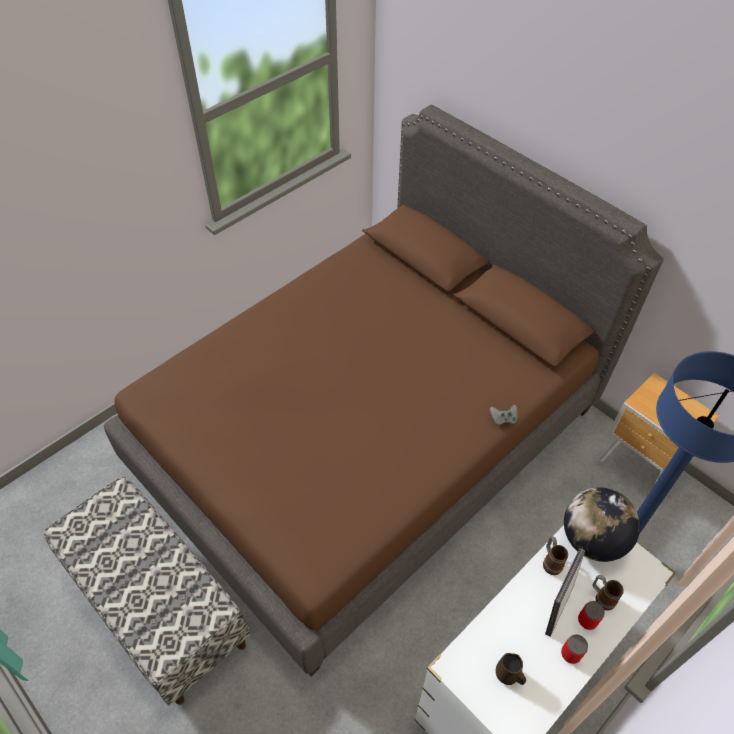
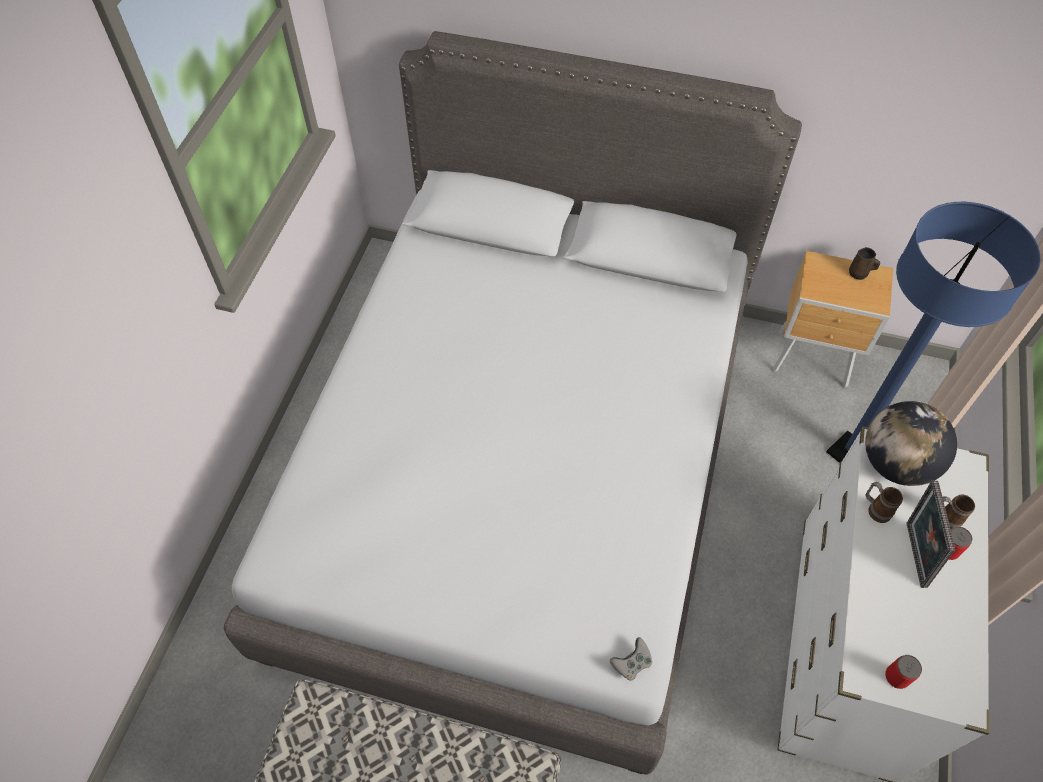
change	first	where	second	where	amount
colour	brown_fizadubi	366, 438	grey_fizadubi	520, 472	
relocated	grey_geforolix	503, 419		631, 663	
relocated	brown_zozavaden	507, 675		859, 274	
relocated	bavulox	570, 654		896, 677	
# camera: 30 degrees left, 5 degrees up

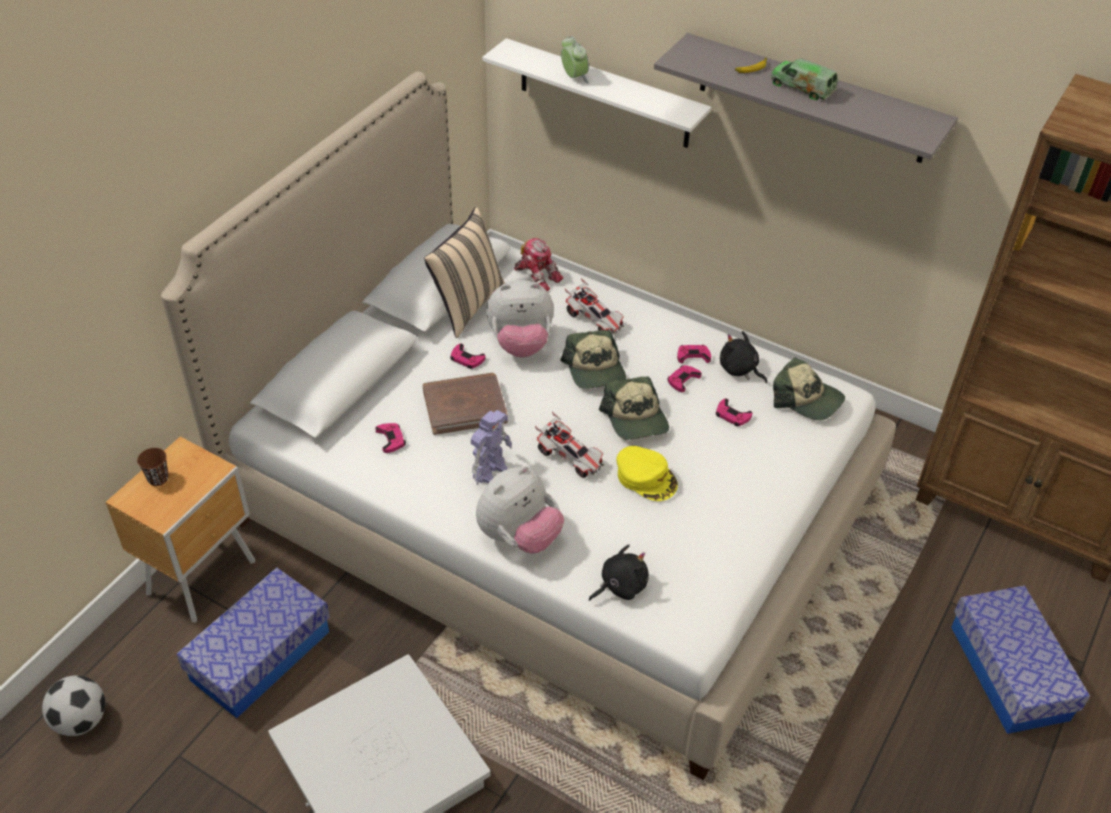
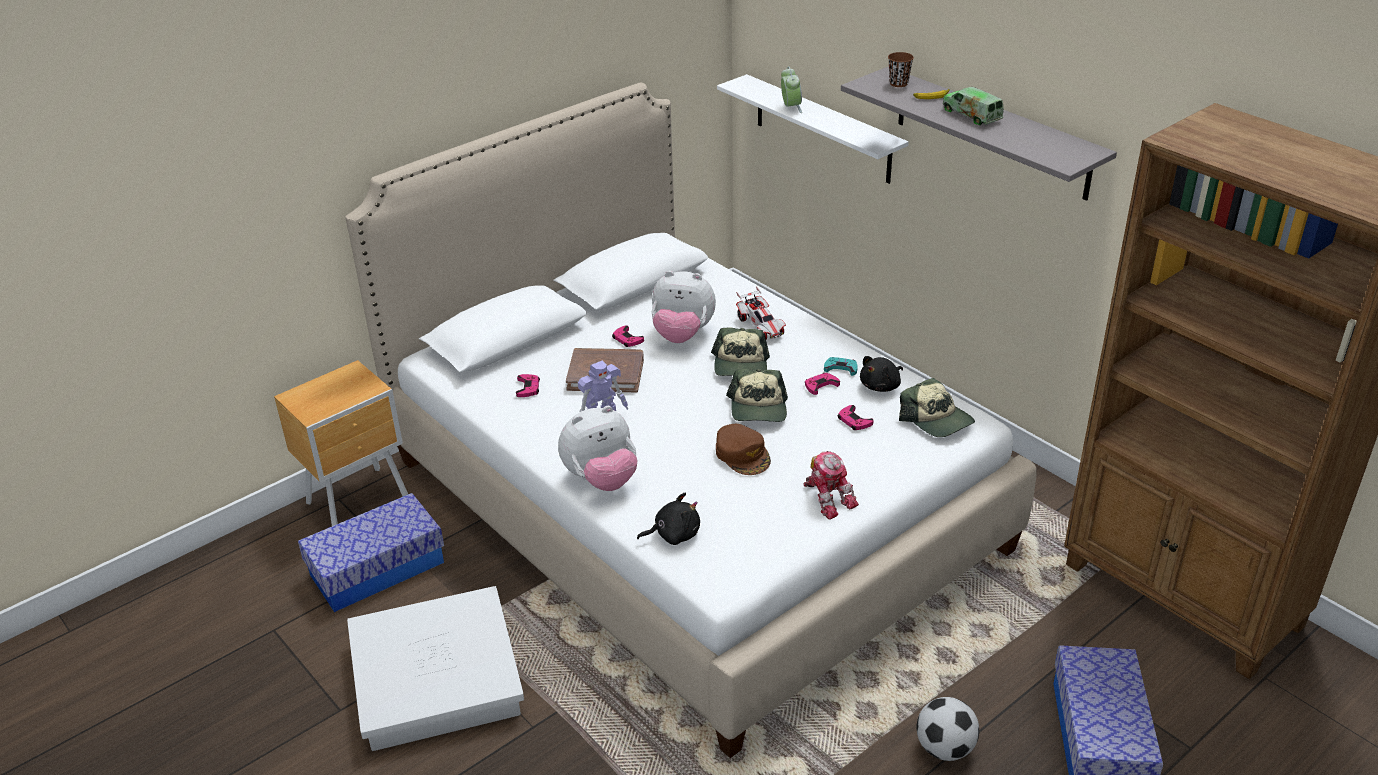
change	first	where	second	where	amount
relocated	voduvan	81, 720		945, 748	
relocated	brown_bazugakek	158, 478		898, 83	
missing	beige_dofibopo	466, 305			
relocated	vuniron	537, 276		828, 497	
missing	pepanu	570, 457			
colour	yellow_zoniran	646, 477	brown_zoniran	743, 454	
colour	pink_geforolix	693, 356	turquoise_geforolix	841, 368	
spun	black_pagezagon	739, 369		881, 386	105 degrees counterclockwise
# camera: 20 degrees right, 10 degrees down

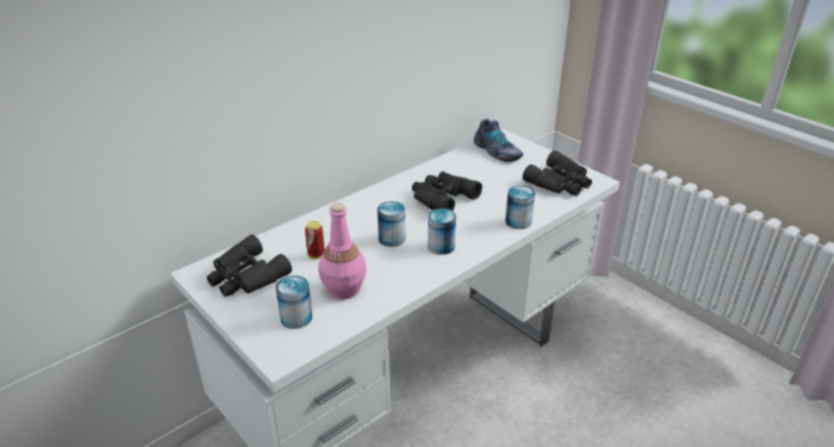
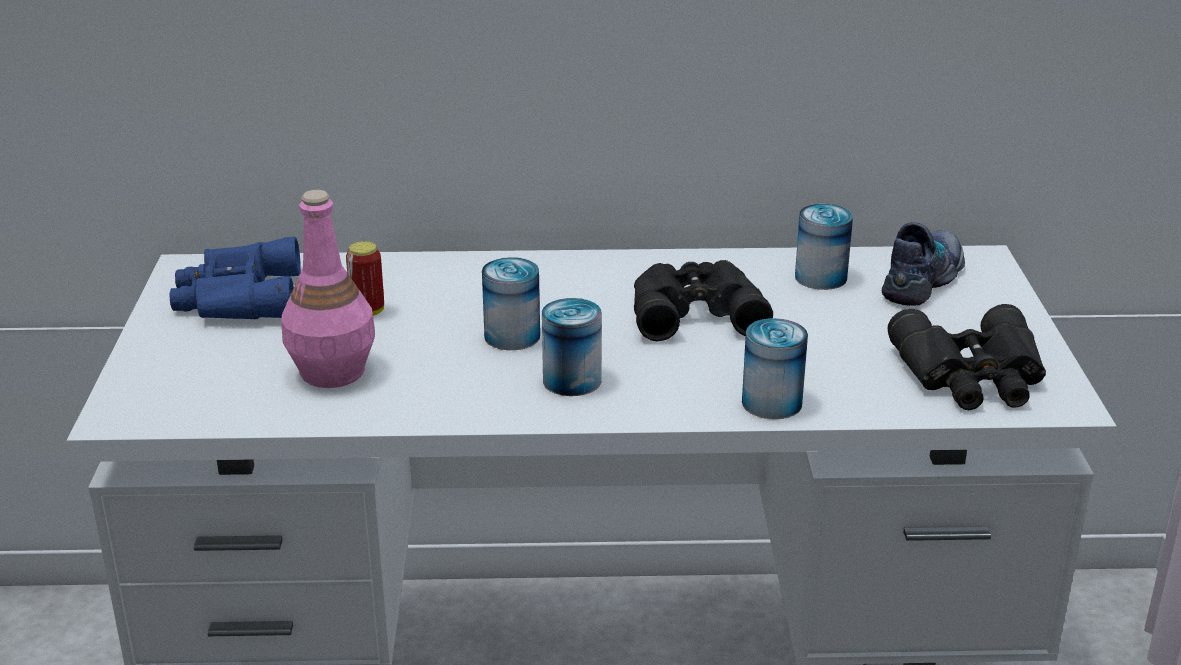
change	first	where	second	where	amount
colour	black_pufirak	245, 276	blue_pufirak	236, 298	
relocated	bavulox	296, 318		820, 277	
spun	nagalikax	496, 152		924, 279	150 degrees counterclockwise
# camera: 40 degrees right, 5 degrees down

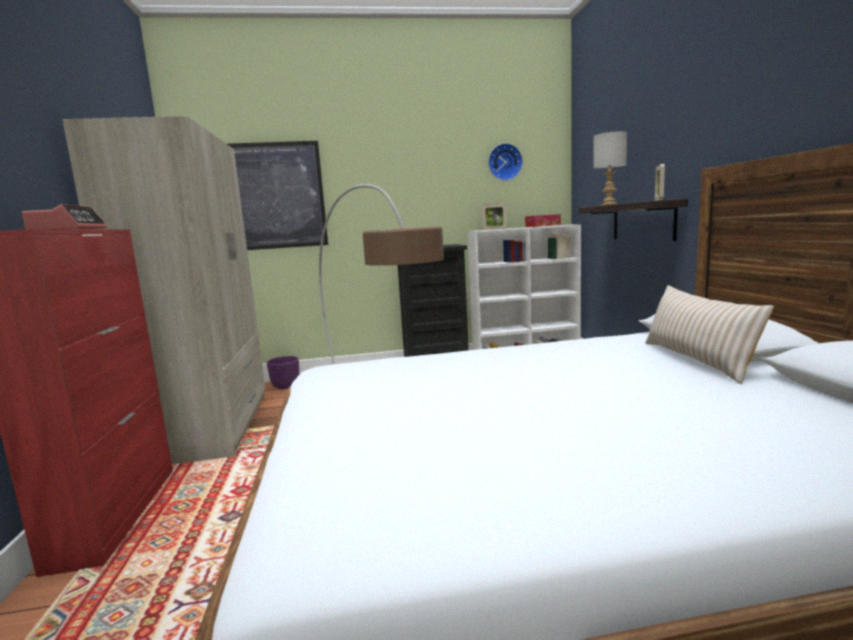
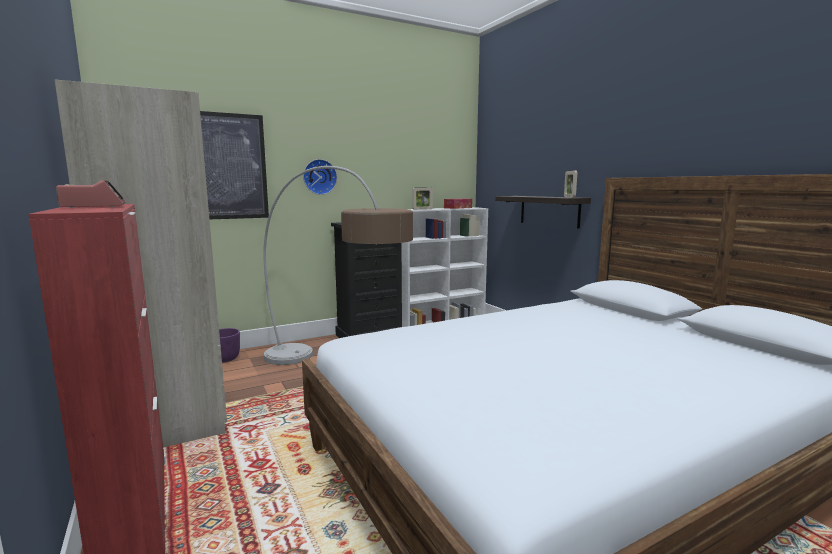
change	first	where	second	where	amount
relocated	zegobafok	504, 162		319, 177	
missing	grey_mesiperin	609, 204			
missing	beige_dofibopo	696, 360			
# camera: 20 degrees left, 0 degrees up

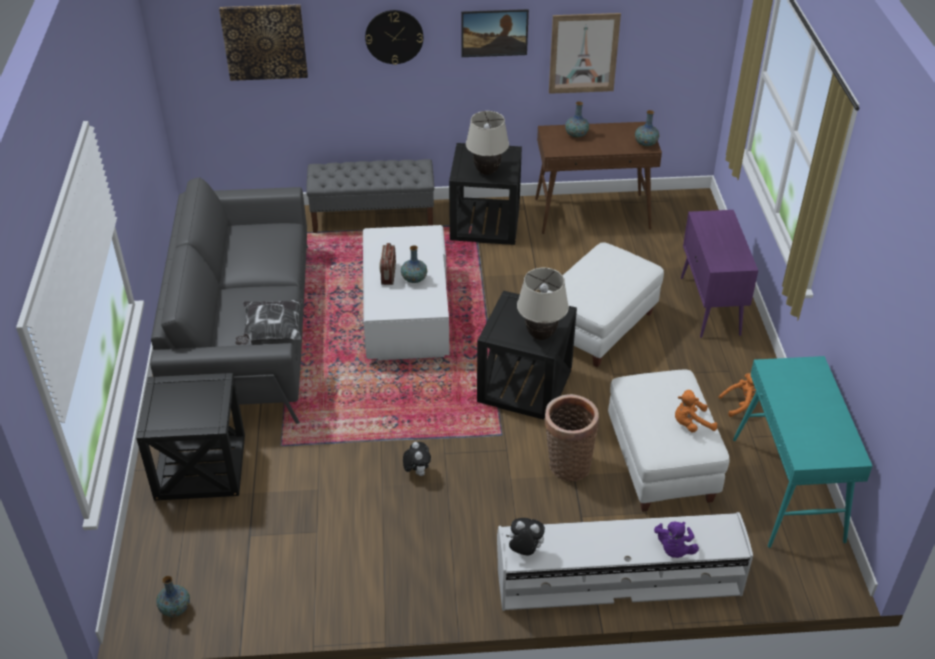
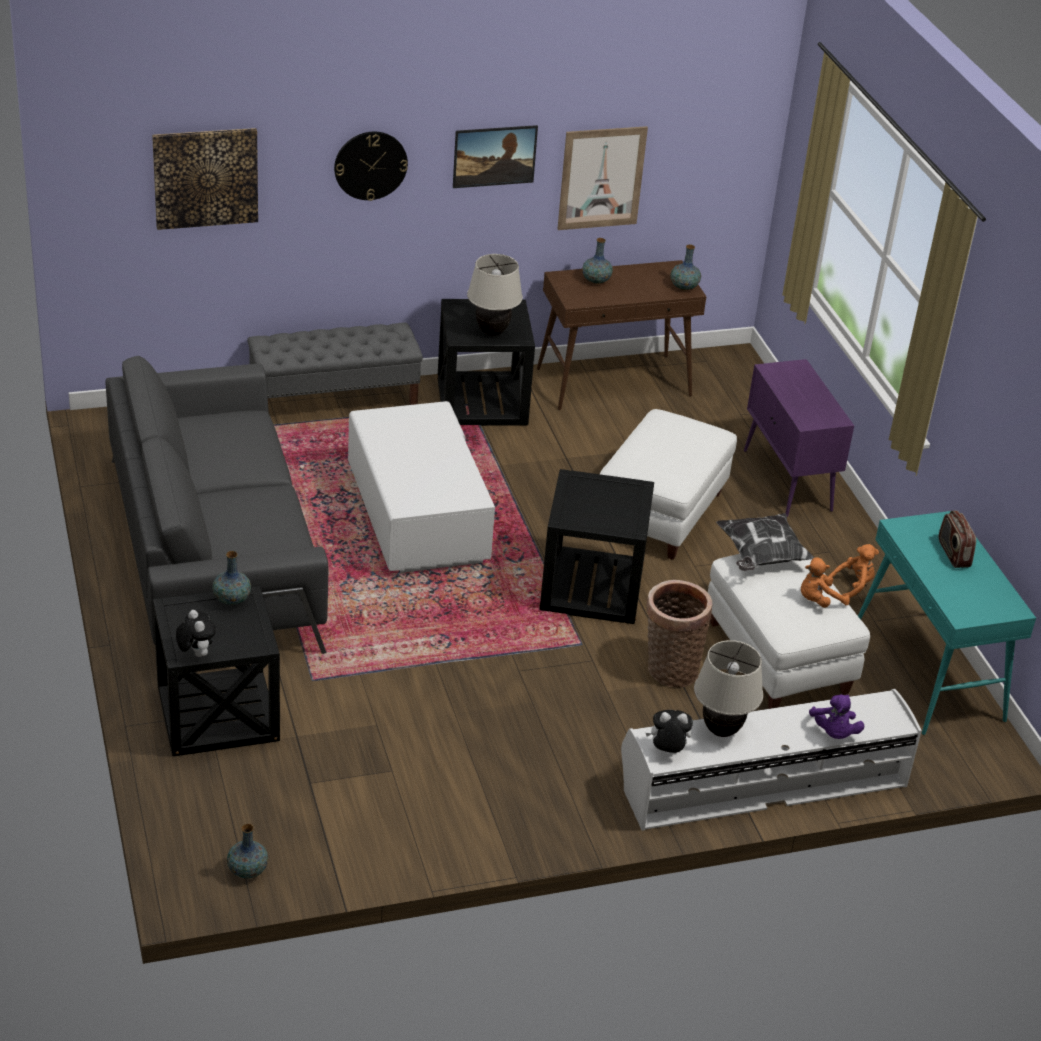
change	first	where	second	where	amount
relocated	dofibopo	271, 333		761, 556	
relocated	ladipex	388, 274		953, 554	
relocated	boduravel	414, 279		231, 599	
relocated	pagezagon	417, 471		196, 653	
relocated	beige_mesiperin	540, 335		721, 730	
# camera: 15 degrees left, 5 degrees down

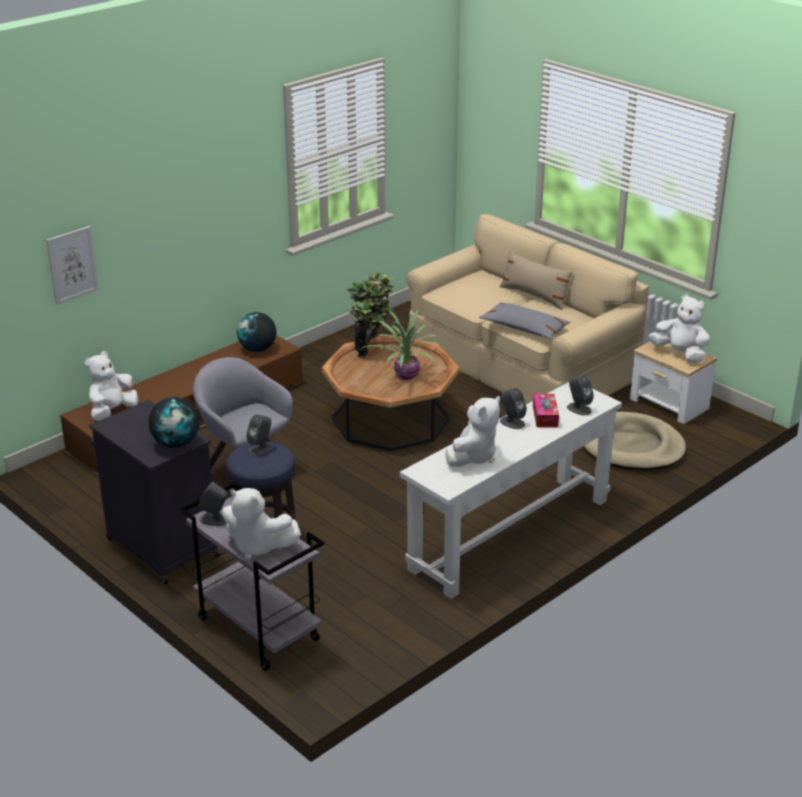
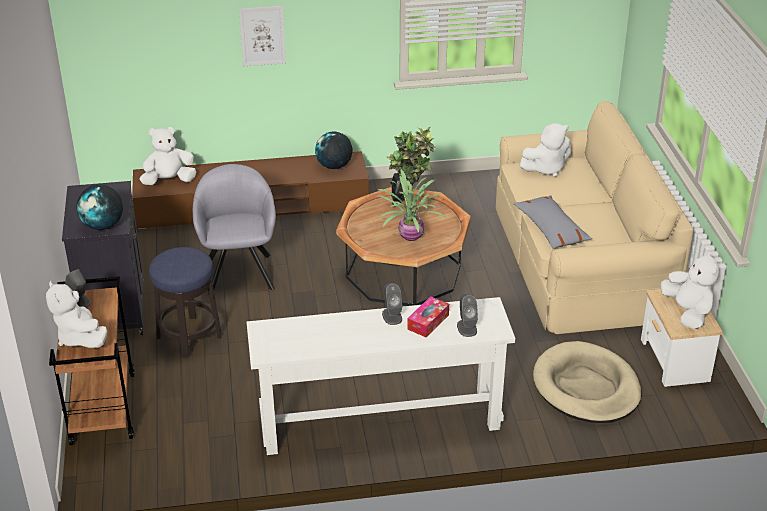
change	first	where	second	where	amount
relocated	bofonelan	72, 265		262, 35	
colour	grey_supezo	256, 629	brown_supezo	102, 408	
missing	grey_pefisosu	261, 449			
relocated	white_pagezagon	473, 456		546, 169	
missing	beige_dofibopo	534, 296			
# camera: 35 degrees right, 5 degrees up

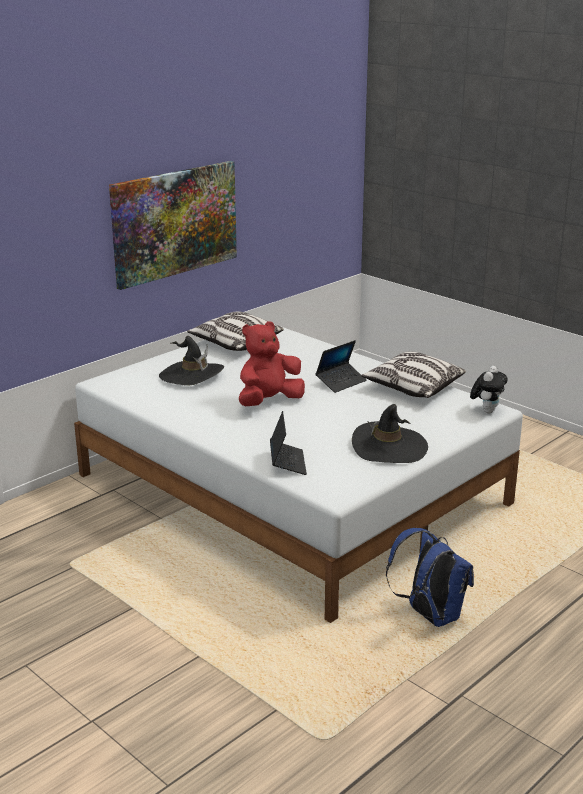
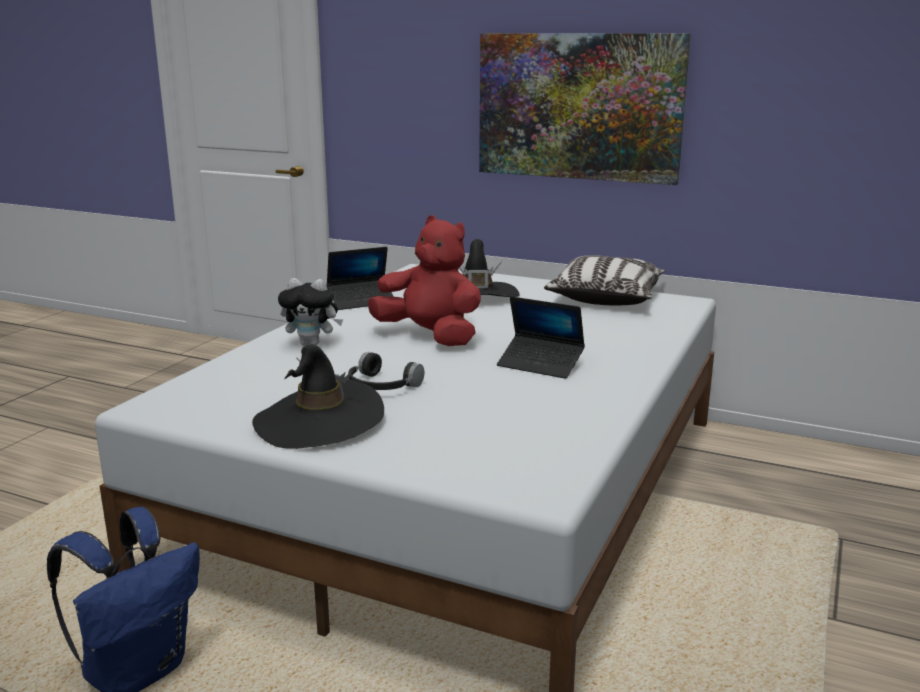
change	first	where	second	where	amount
relocated	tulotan	287, 463		362, 301	
missing	dofibopo	413, 388			
relocated	pagezagon	486, 411		312, 344	
appeared			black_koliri	381, 386	
# camera: 70 degrees right, 5 degrees down

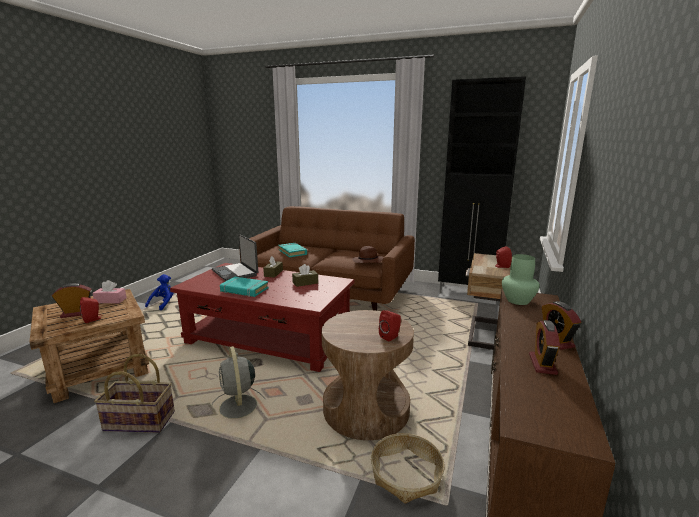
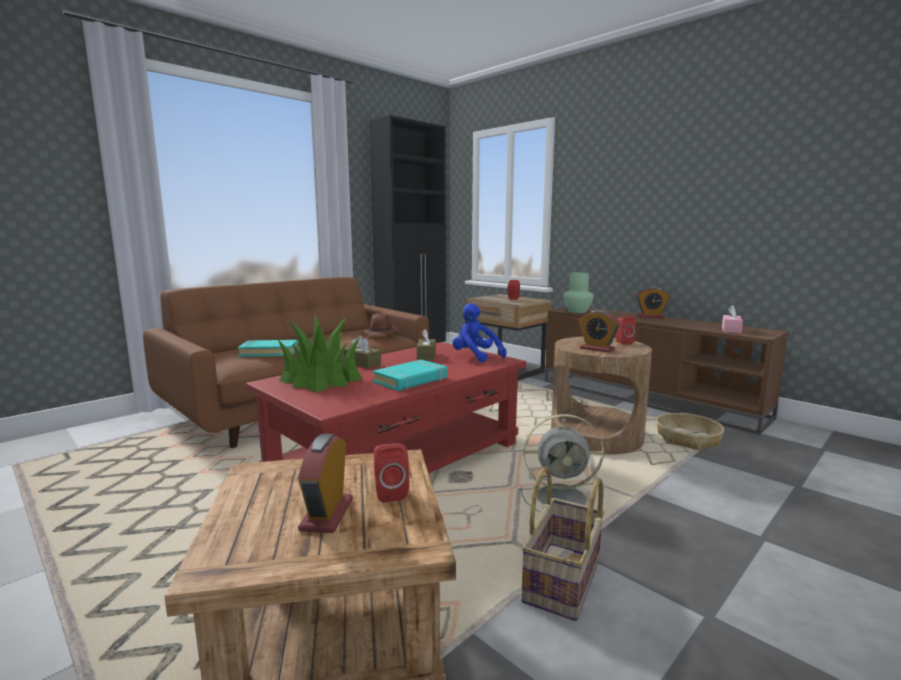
change	first	where	second	where	amount
relocated	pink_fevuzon	110, 300		731, 330	
relocated	blue_pagezagon	163, 304		475, 357	
exchanged	tulotan	236, 273	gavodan	321, 379	
relocated	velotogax	542, 364		597, 349	
# camera: 65 degrees left, 5 degrees down

